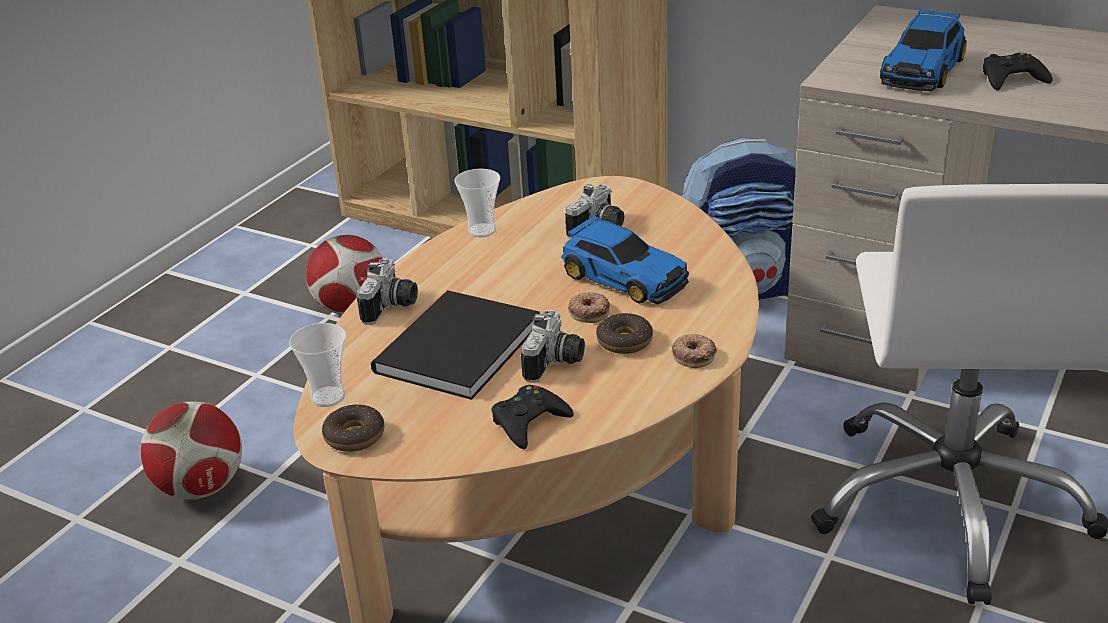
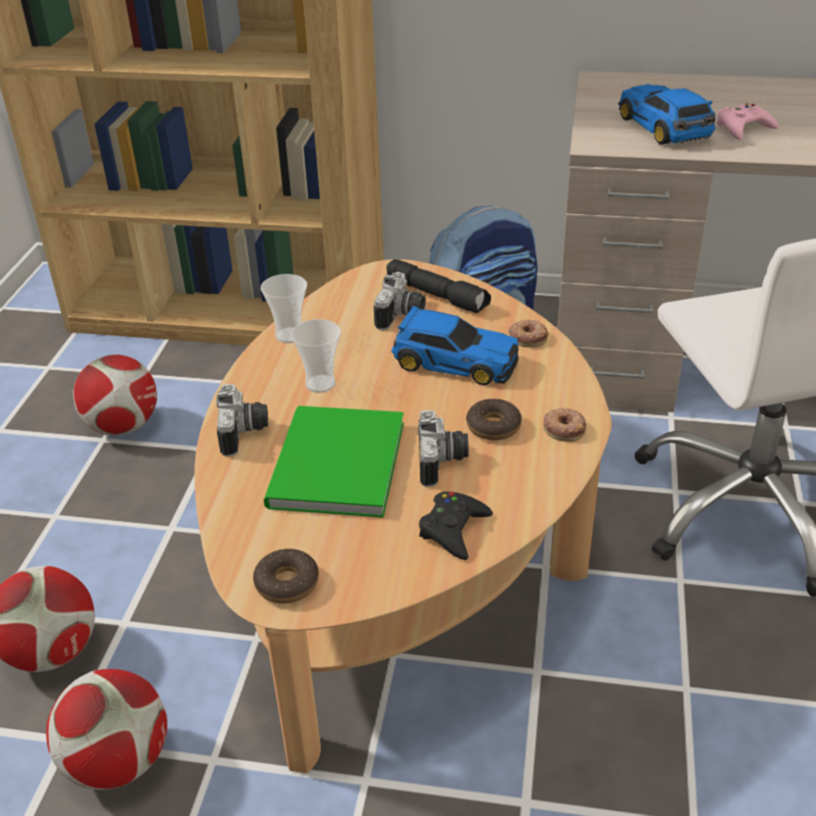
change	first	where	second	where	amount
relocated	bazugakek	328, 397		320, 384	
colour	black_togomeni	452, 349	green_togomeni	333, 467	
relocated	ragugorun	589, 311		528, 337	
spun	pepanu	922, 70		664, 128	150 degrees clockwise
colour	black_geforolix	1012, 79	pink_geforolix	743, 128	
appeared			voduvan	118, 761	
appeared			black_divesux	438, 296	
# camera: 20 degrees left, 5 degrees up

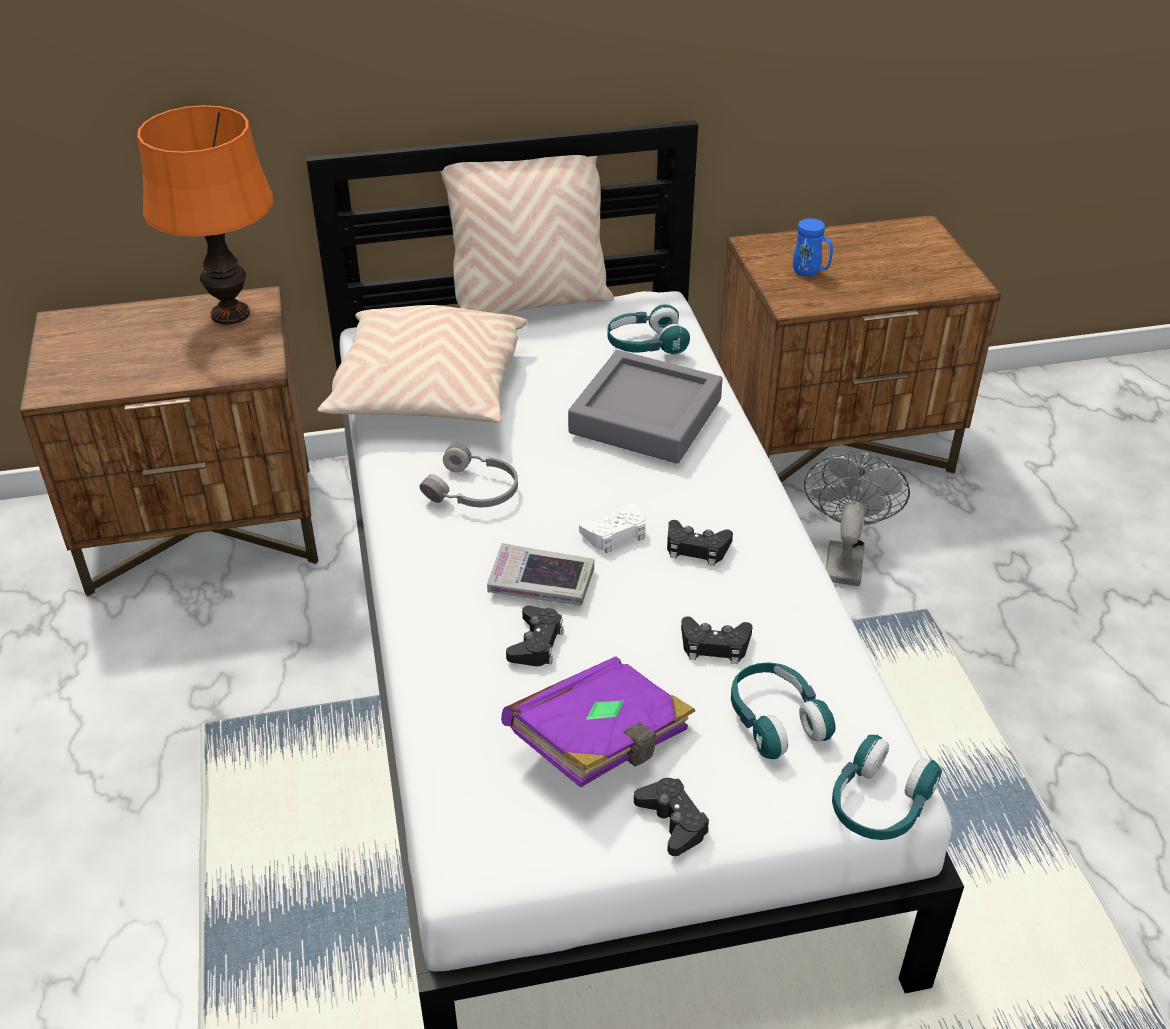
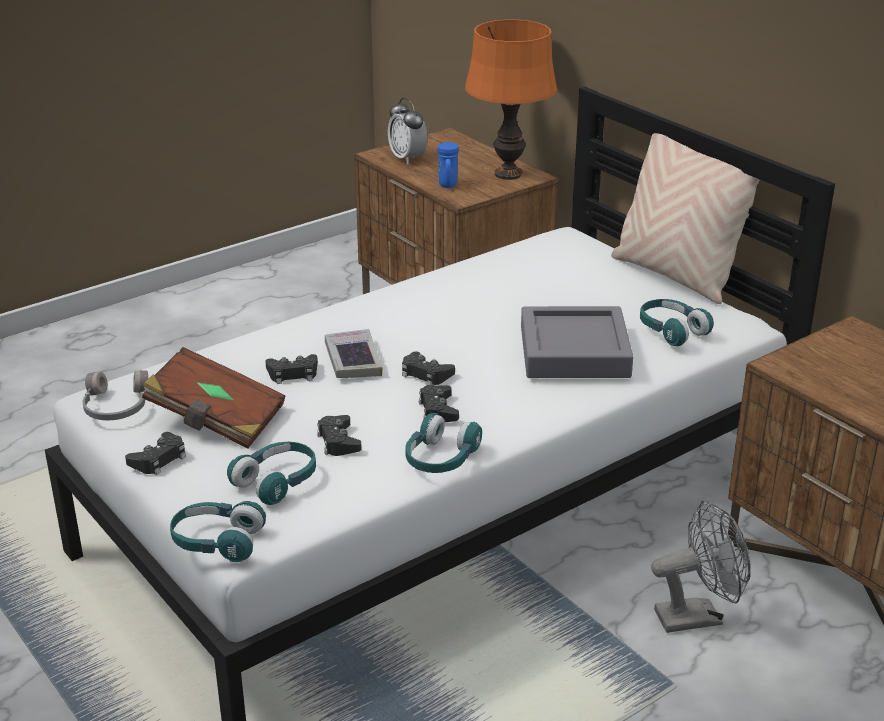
change	first	where	second	where	amount
missing	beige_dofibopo	429, 393			
relocated	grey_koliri	473, 491		115, 407	
colour	purple_togomeni	602, 743	brown_togomeni	216, 420	
colour	white_geforolix	615, 534	black_geforolix	426, 374	
relocated	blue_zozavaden	810, 273		447, 186	
appeared			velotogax	407, 158	
appeared			turquoise_koliri	440, 459	
# camera: 65 degrees right, 10 degrees down

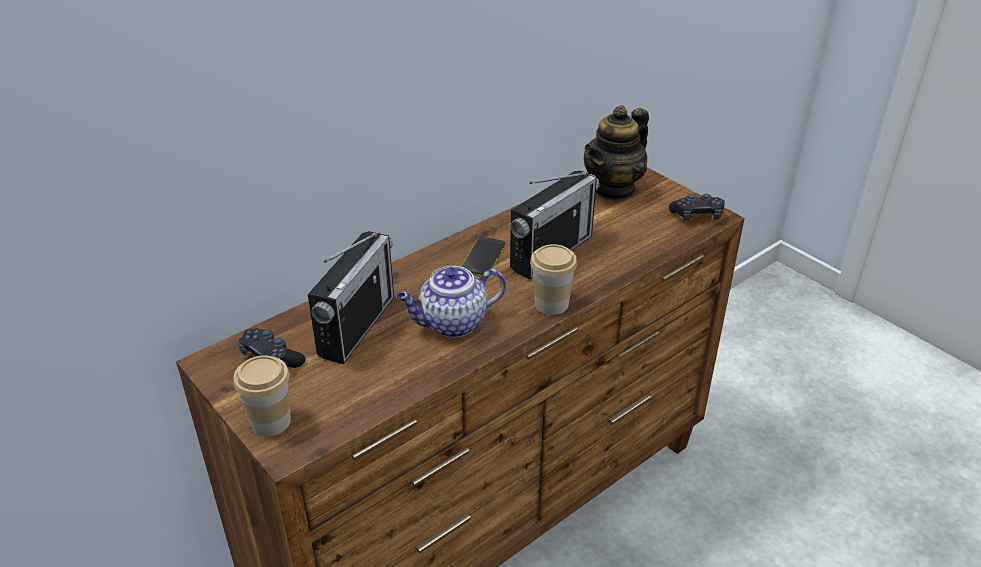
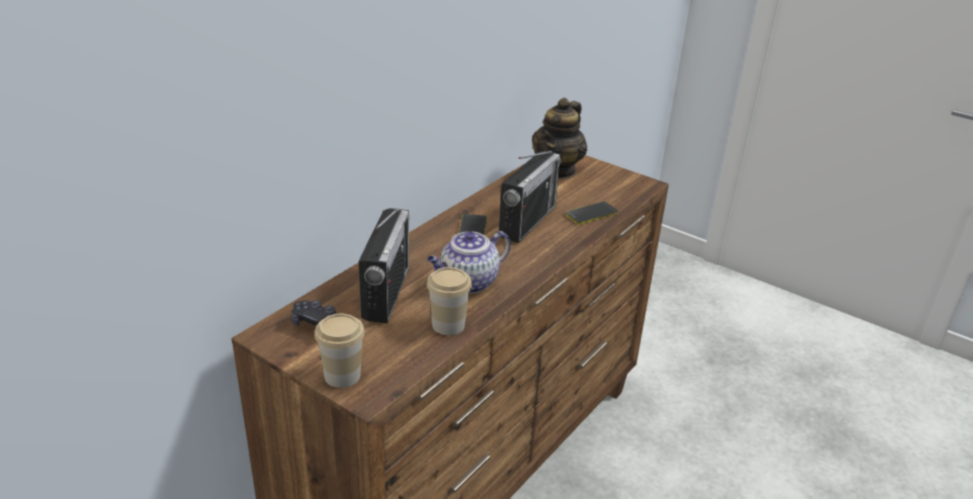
change	first	where	second	where	amount
relocated	bazugakek	551, 304		448, 325	
missing	black_geforolix	697, 215			
appeared			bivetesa	591, 213	
# camera: 15 degrees left, 5 degrees down

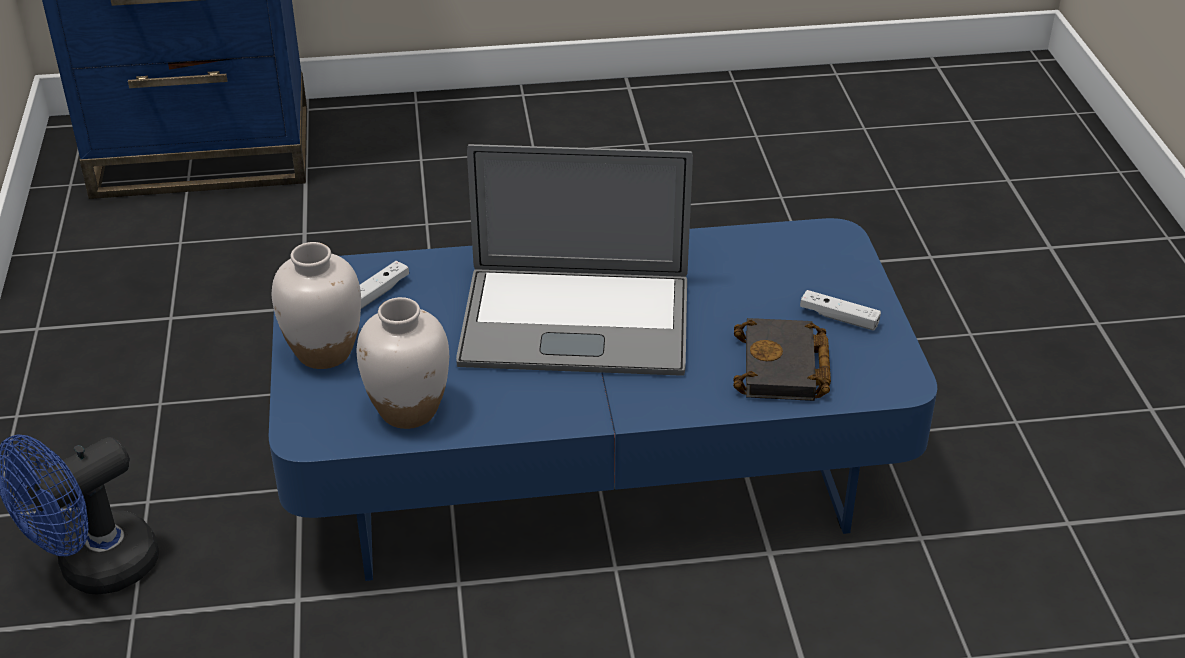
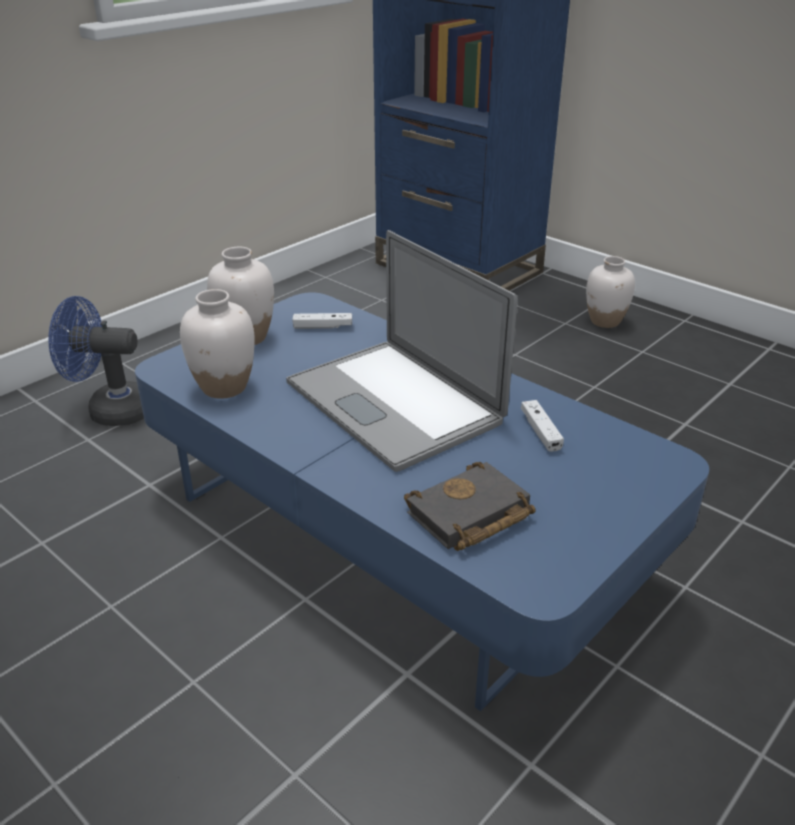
change	first	where	second	where	amount
relocated	white_geforolix	839, 318		540, 432	
appeared			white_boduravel	605, 321	
# camera: 50 degrees right, 5 degrees down

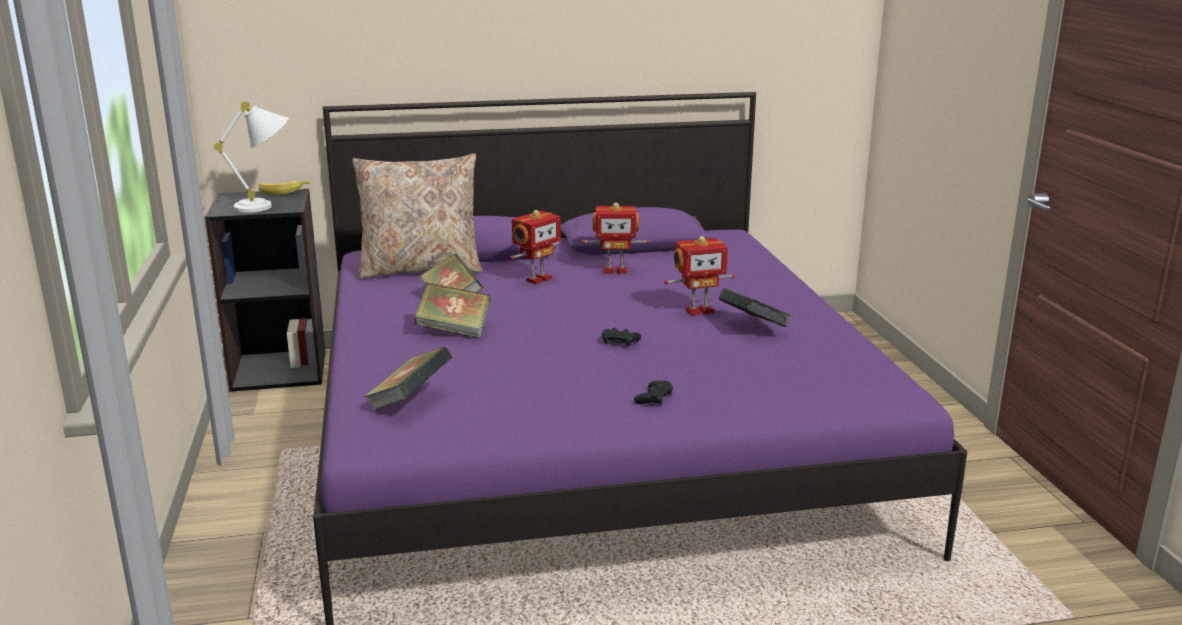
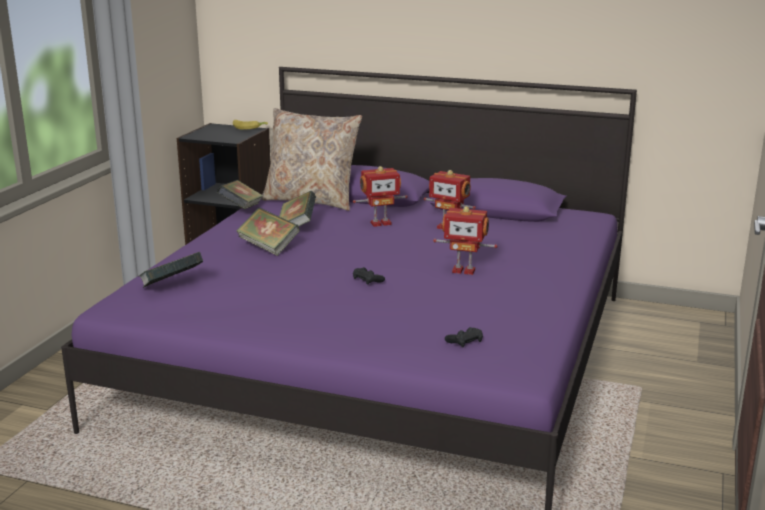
change	first	where	second	where	amount
missing	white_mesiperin	267, 206			
relocated	black_geforolix	654, 398		465, 341	
relocated	togomeni	752, 328		241, 209	
# camera: 30 degrees right, 0 degrees up

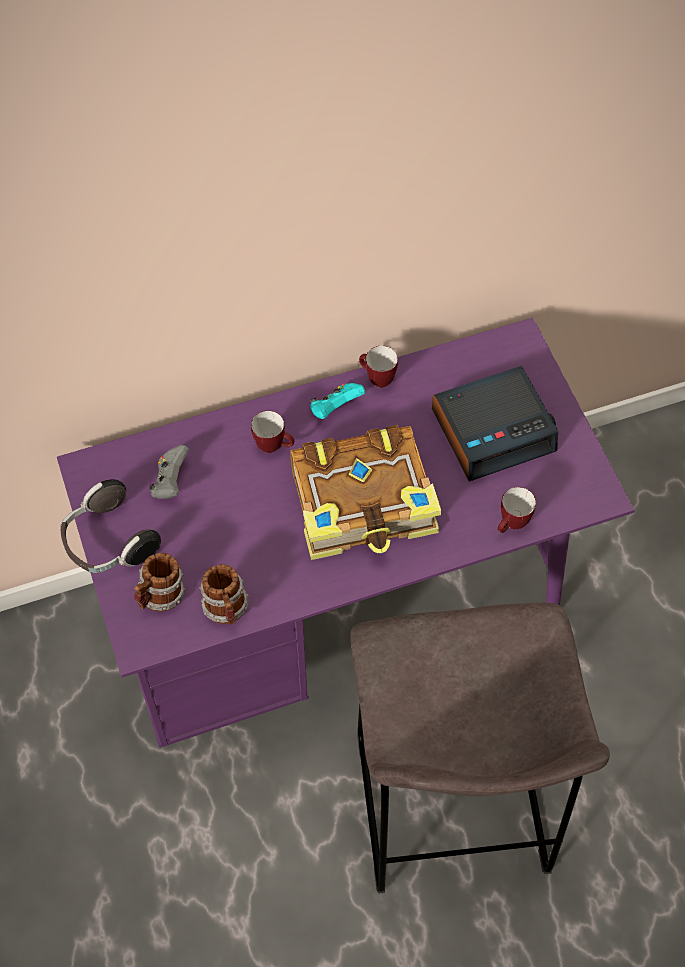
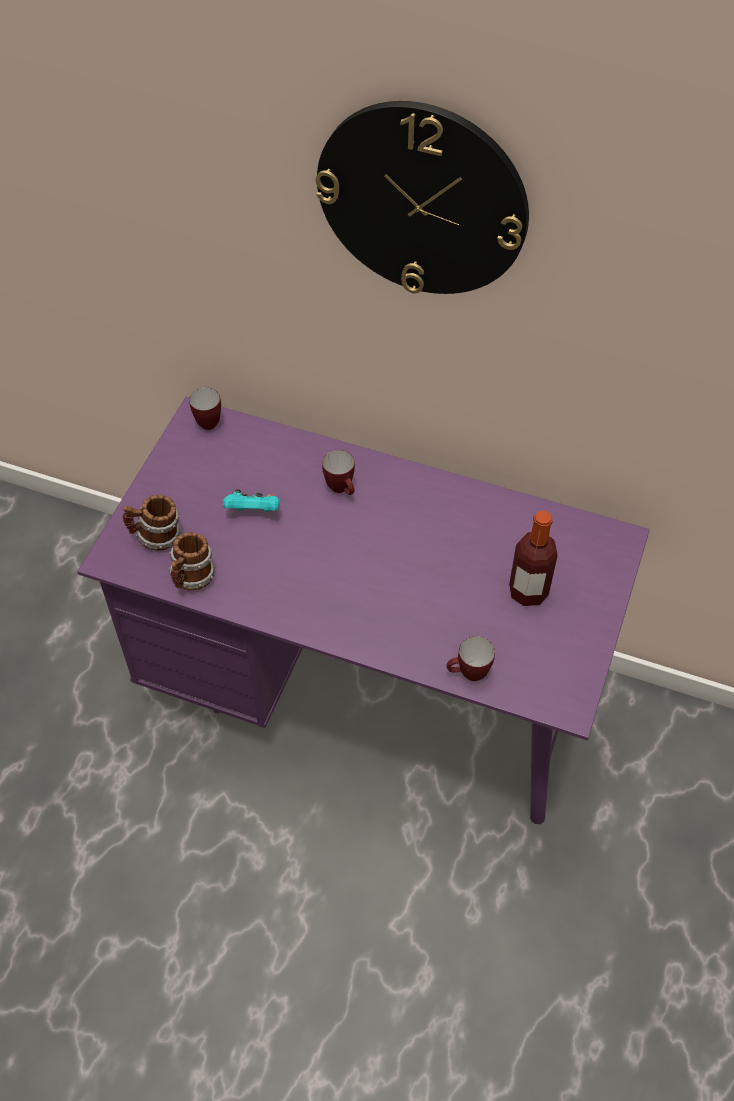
change	first	where	second	where	amount
missing	koliri	108, 542			
missing	grey_geforolix	170, 482			
missing	togomeni	365, 504			
relocated	turquoise_geforolix	335, 409		253, 511	
missing	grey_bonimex	451, 810			
relocated	zozavaden	376, 379		207, 421	
exchanged	velotogax	494, 429	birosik	528, 592	
appeared			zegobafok	422, 200	
# camera: 40 degrees right, 5 degrees down

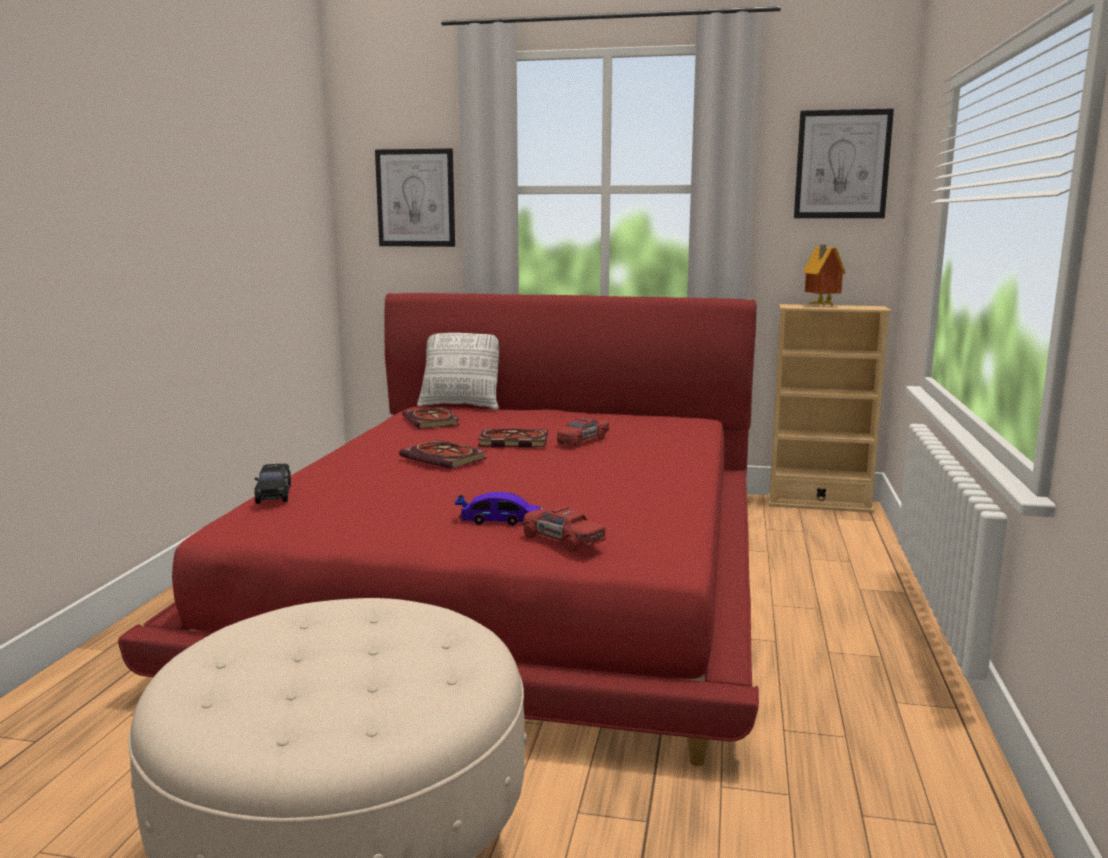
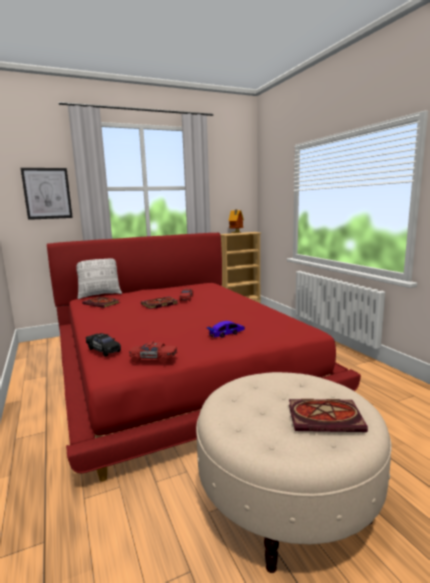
change	first	where	second	where	amount
relocated	togomeni	446, 458		326, 417	
relocated	red_pepanu	562, 541		153, 359	
missing	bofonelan	842, 164			
# camera: 35 degrees left, 0 degrees up

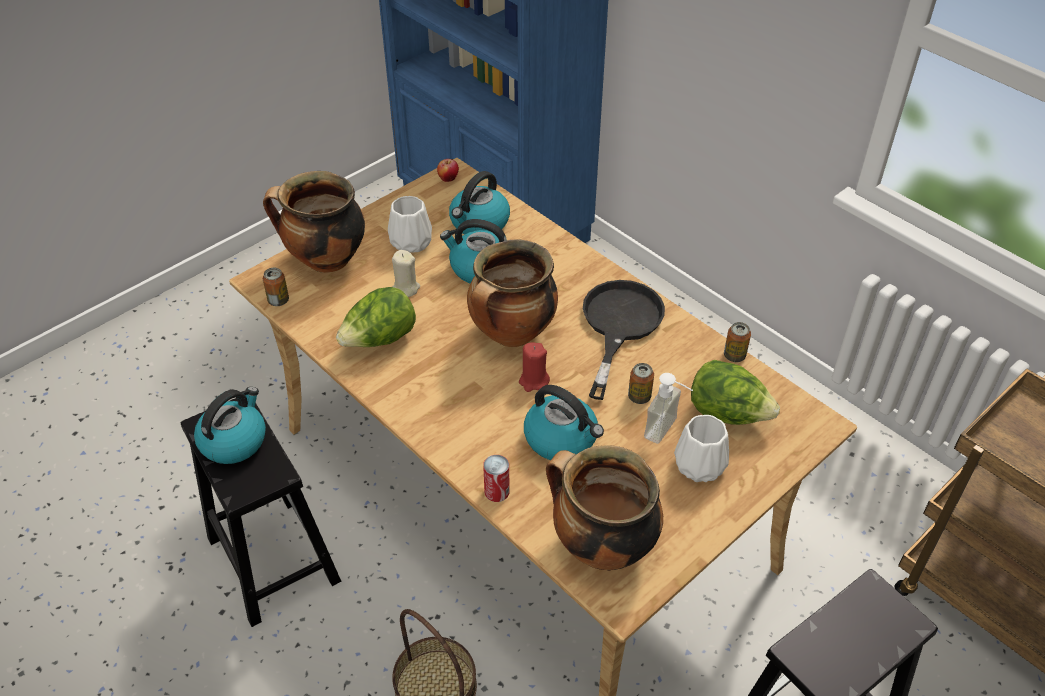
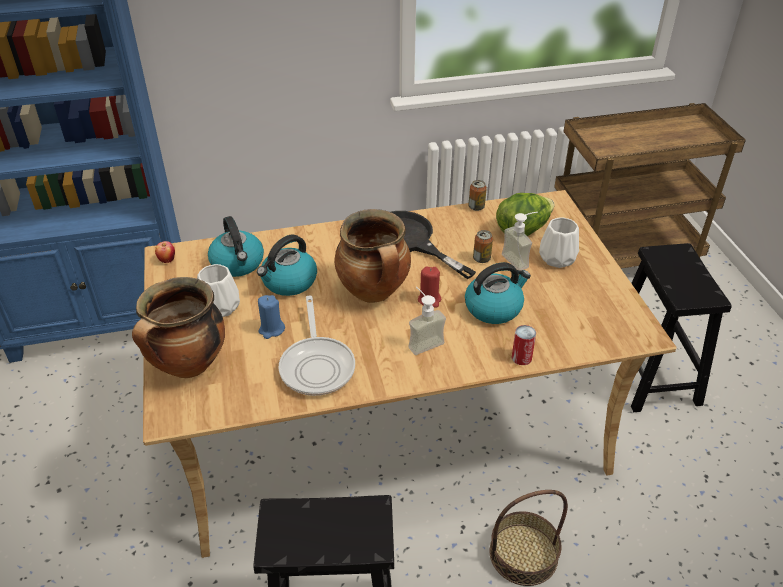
change	first	where	second	where	amount
missing	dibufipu	234, 440			
missing	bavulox	278, 300			
exchanged	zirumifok	380, 340	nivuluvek	317, 365	
colour	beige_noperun	405, 288	blue_noperun	271, 329	
missing	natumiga	601, 547			
appeared			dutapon	422, 341	
# camera: 60 degrees left, 5 degrees down

